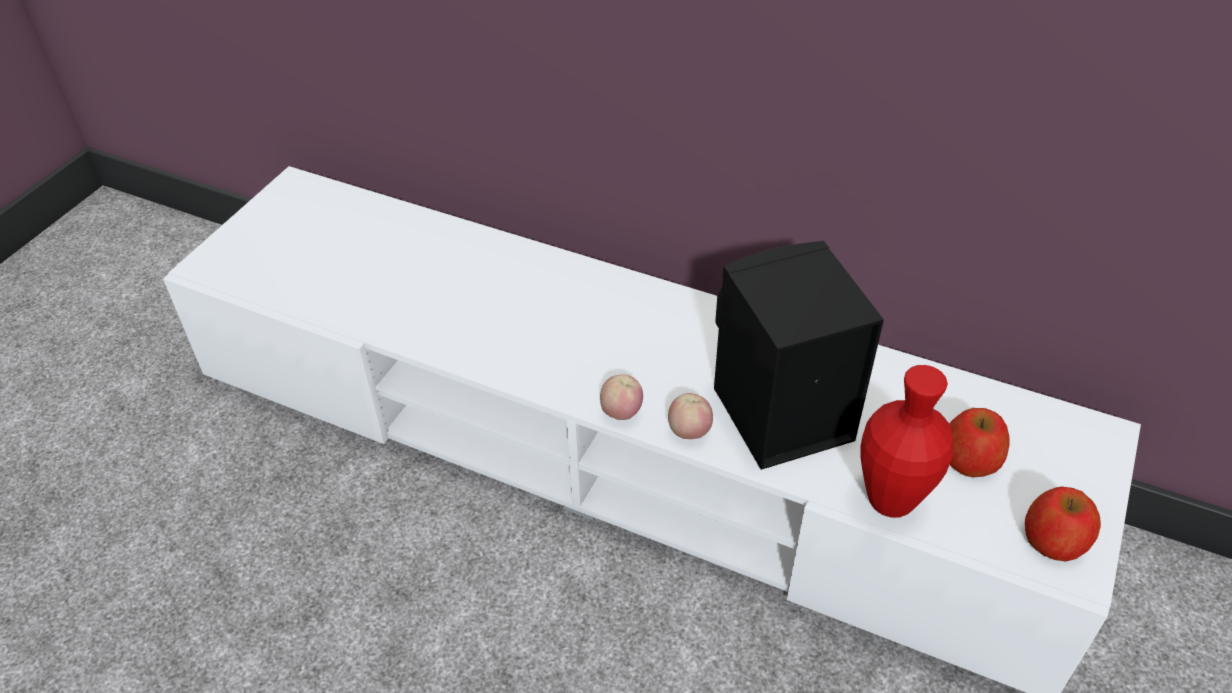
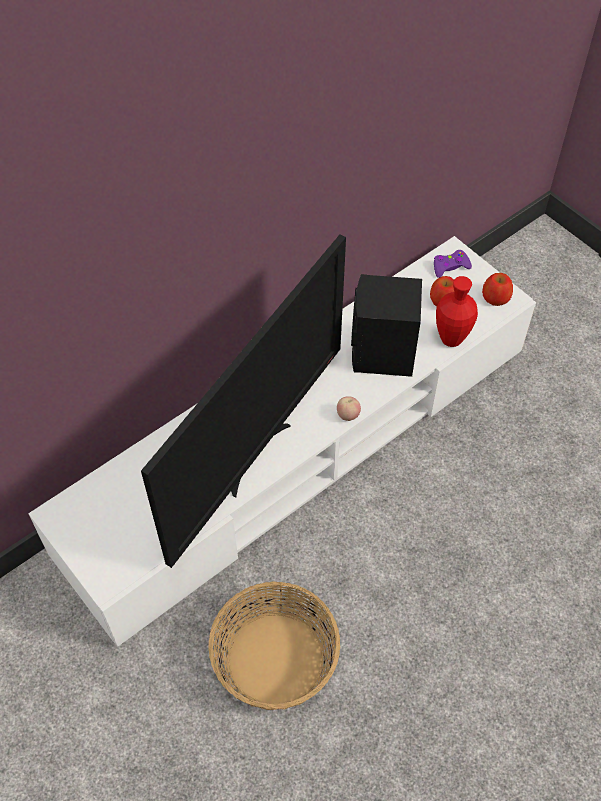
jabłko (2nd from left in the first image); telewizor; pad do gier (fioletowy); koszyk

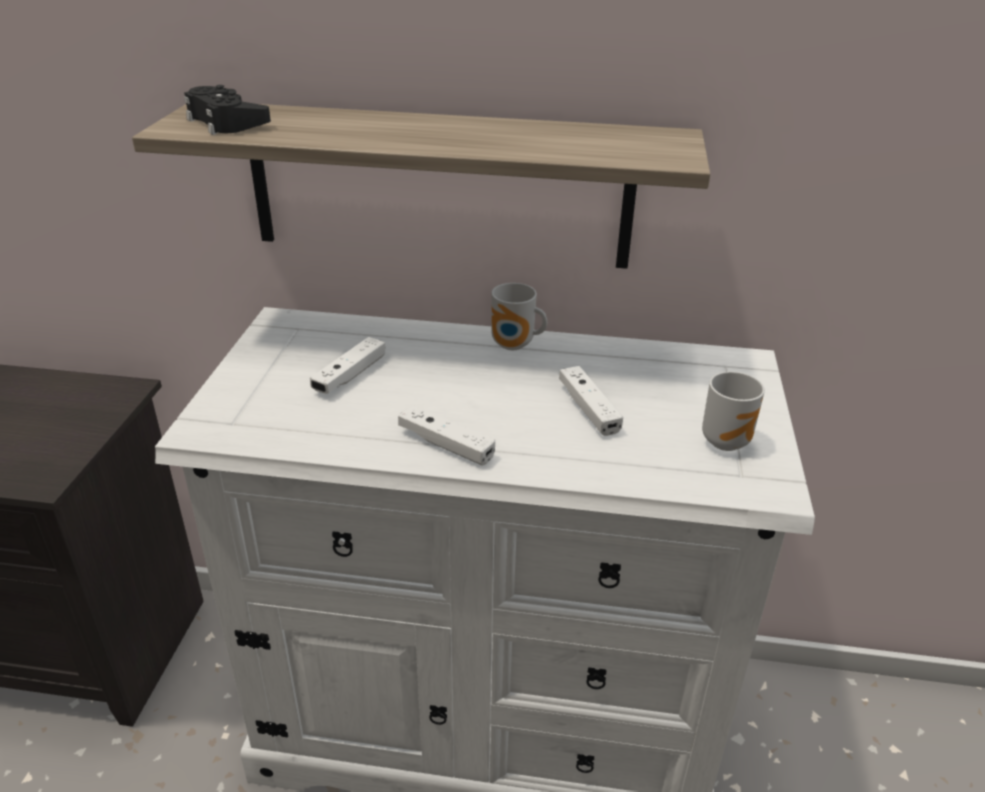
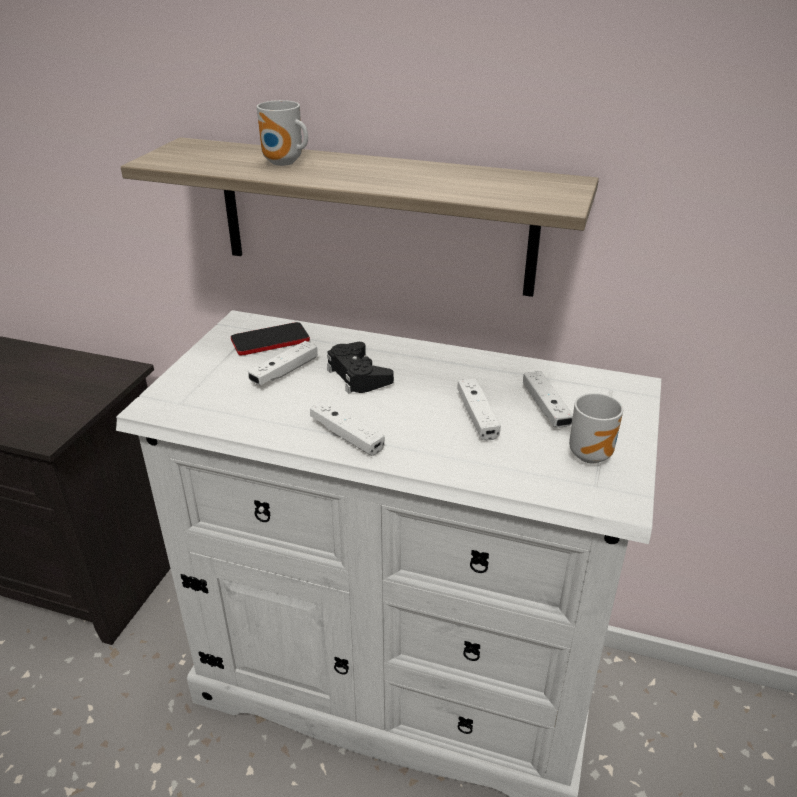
pad do gier (czarny); kubek (1st from left); telefon; pad do gier (biały) (4th from left)

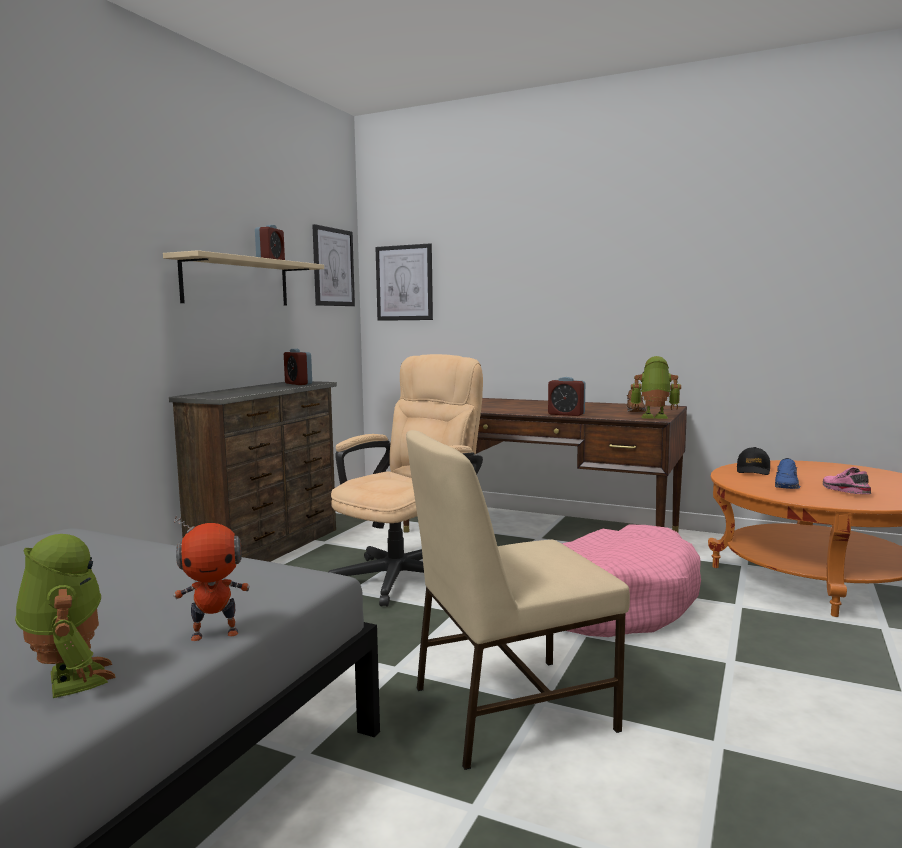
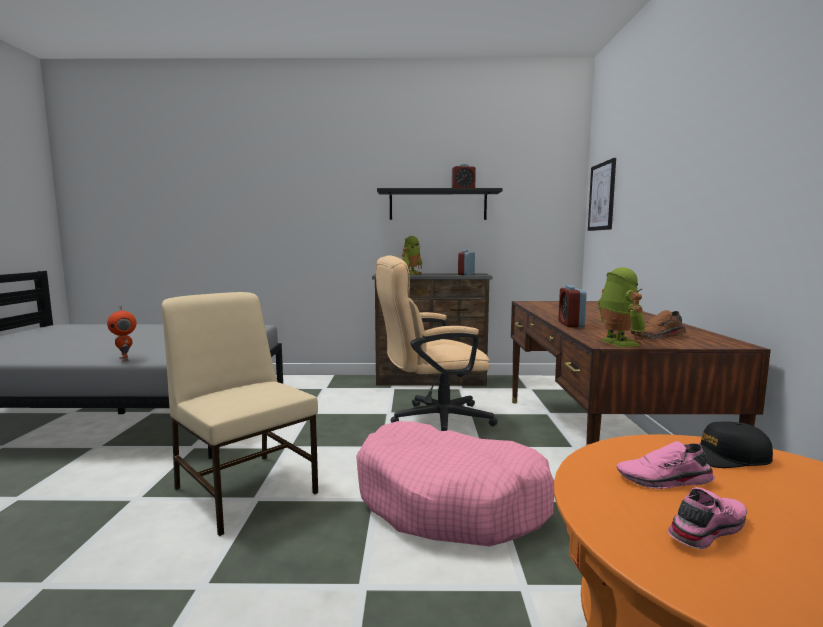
obraz (1st from left in the first image); półka (czarny); krzesło biurowe (beżowy); but (różowy) (1st from left); robot zabawkowy (2nd from left)

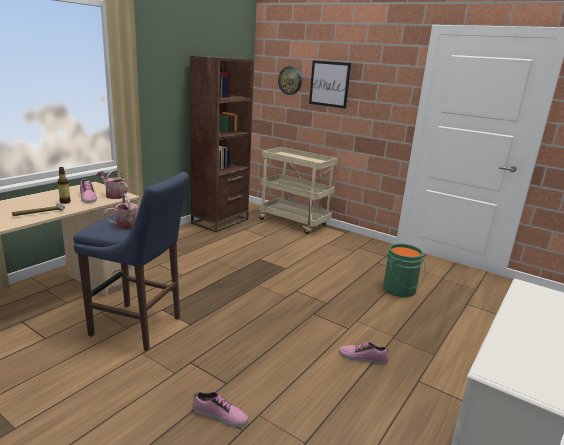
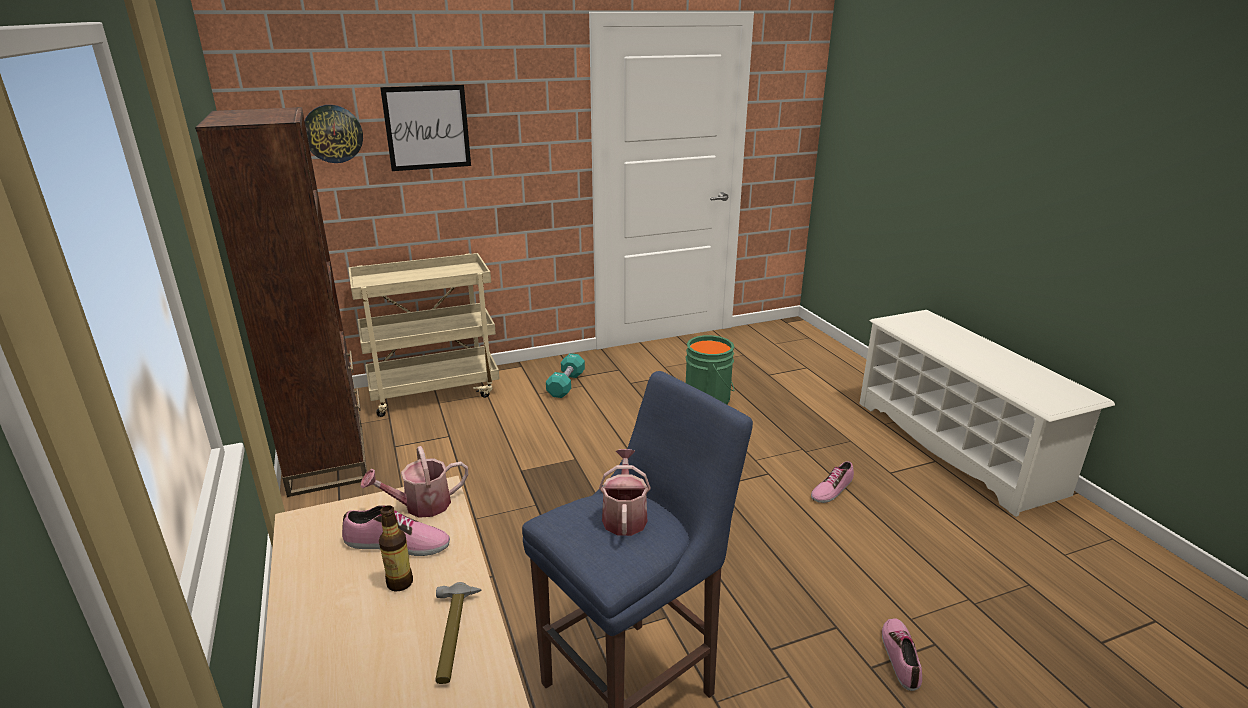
but (3rd from left); hantel (turkusowy)

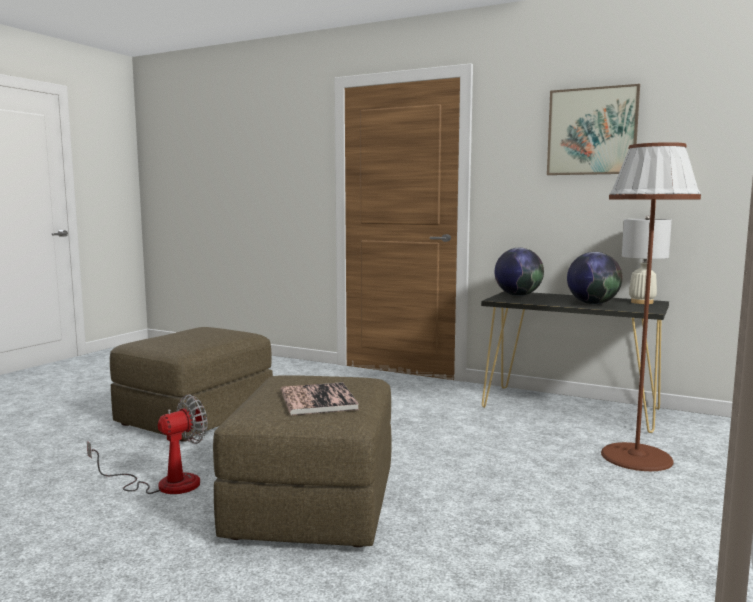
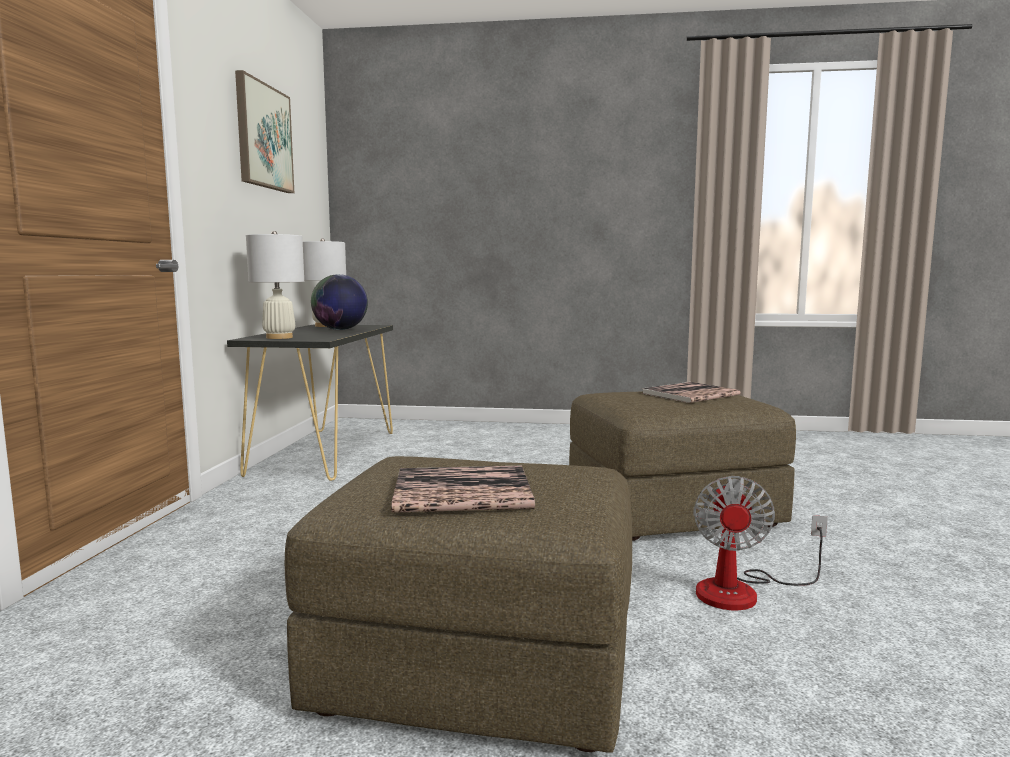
lampa stojąca (brązowy); lampa stołowa (biały) (1st from left); wentylator; książka (1st from left)

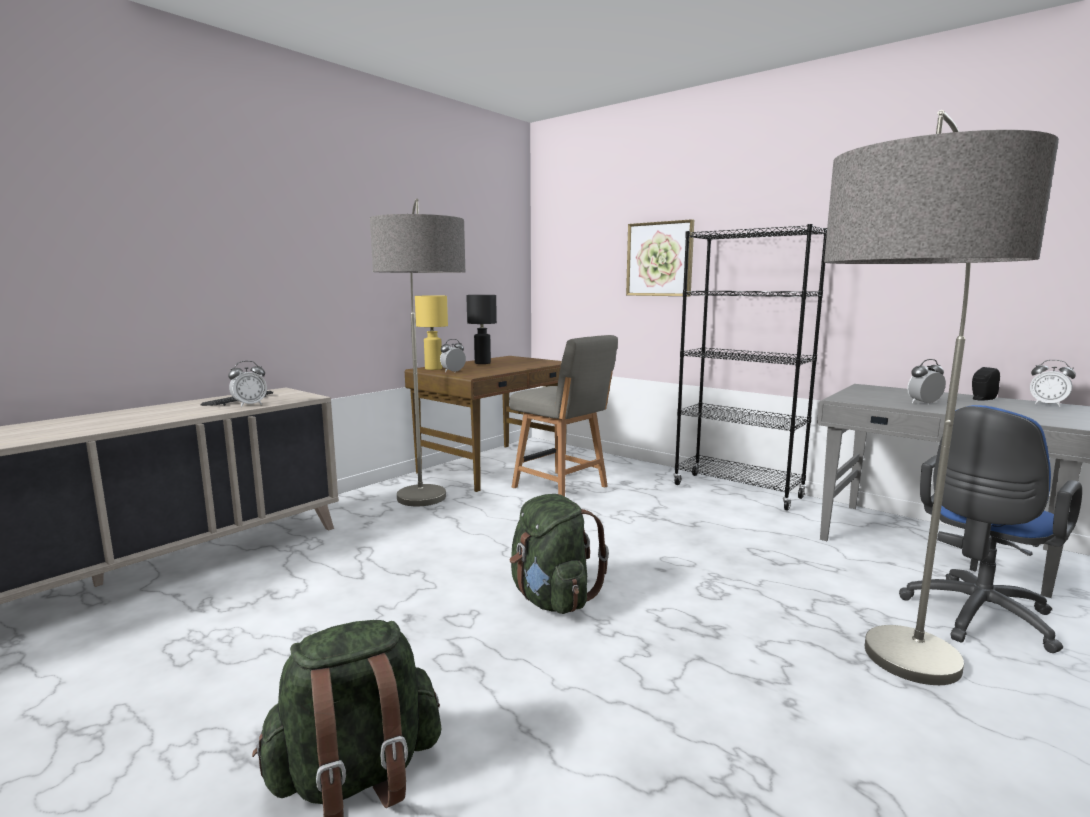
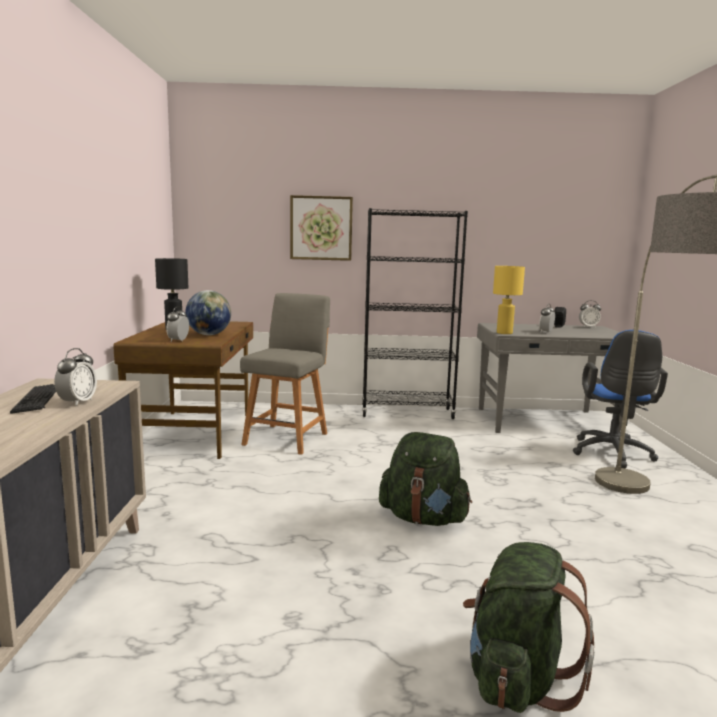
lampa stojąca (1st from left in the first image); lampa stołowa (żółty); krzesło (szary); globus

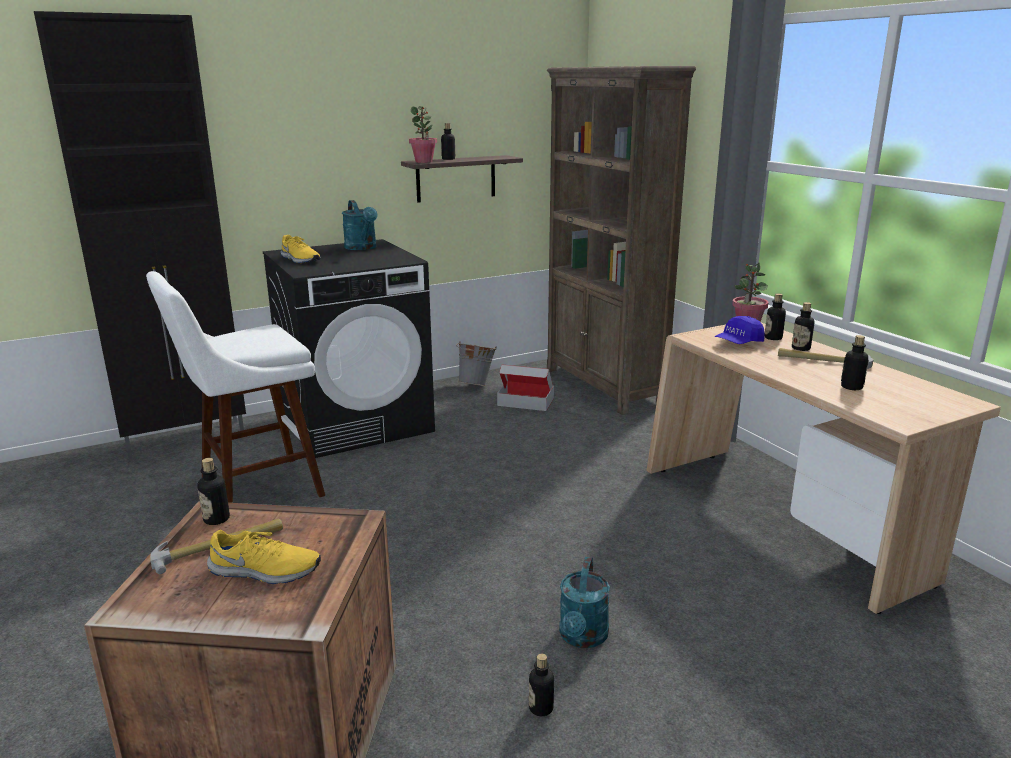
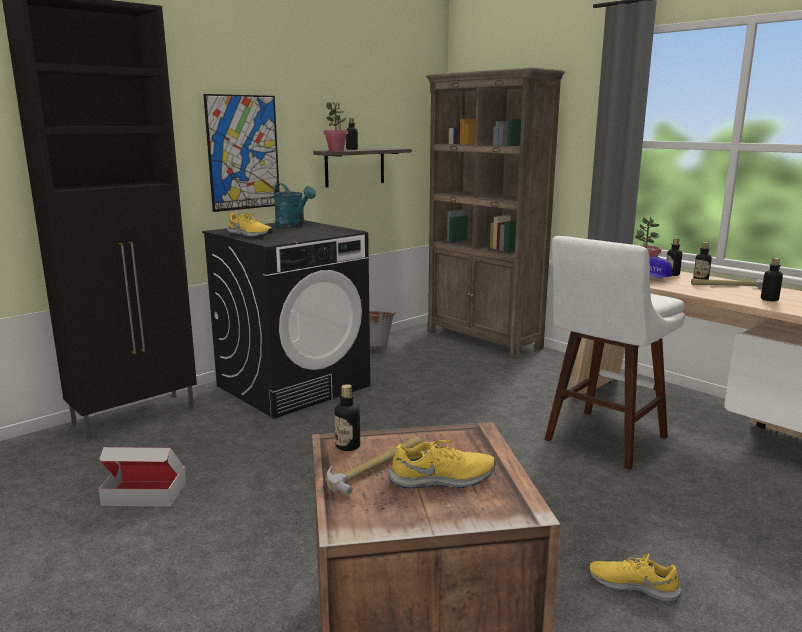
stołek (biały); karton; konewka (turkusowy) (2nd from left in the first image); but (żółty) (3rd from left); obraz

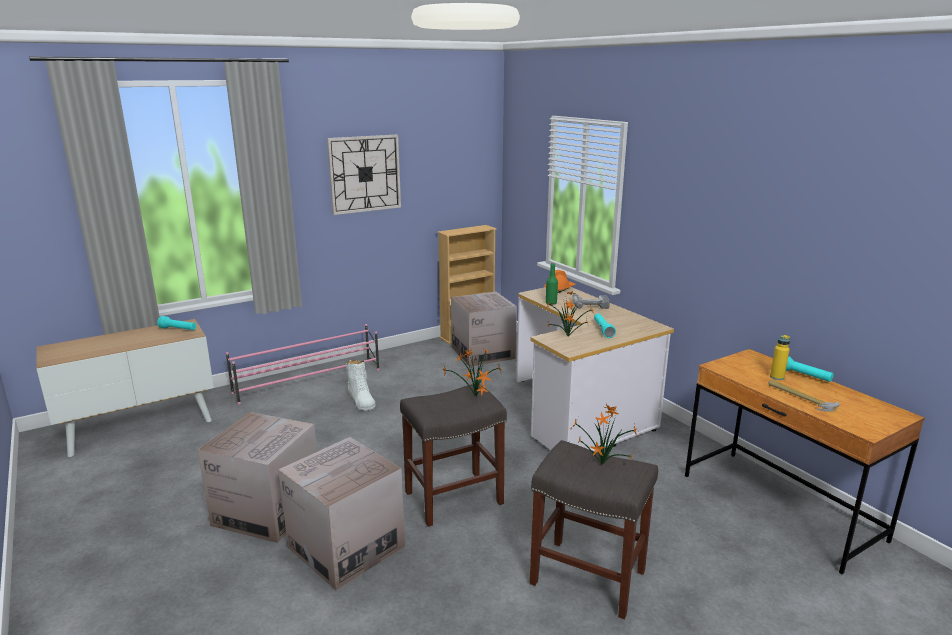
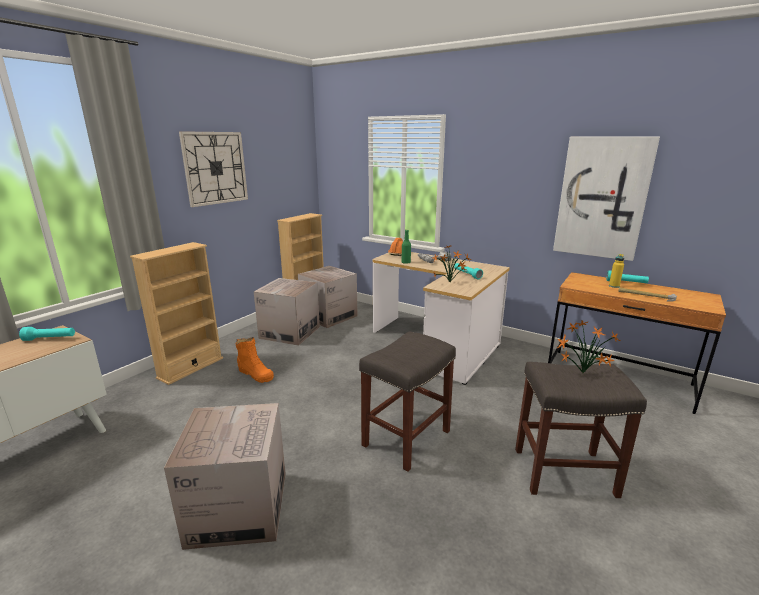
regał (beżowy) (1st from left); roślina doniczkowa (1st from left in the first image); but z cholewką (pomarańczowy); karton (2nd from left); obraz

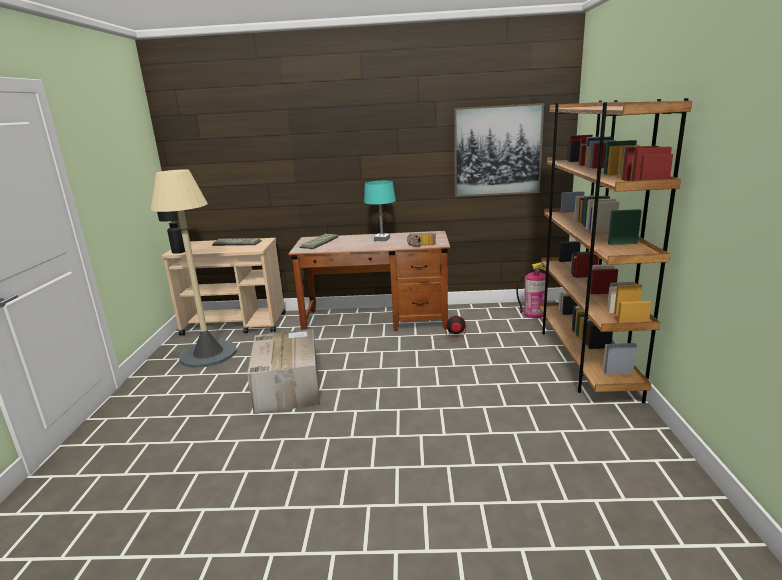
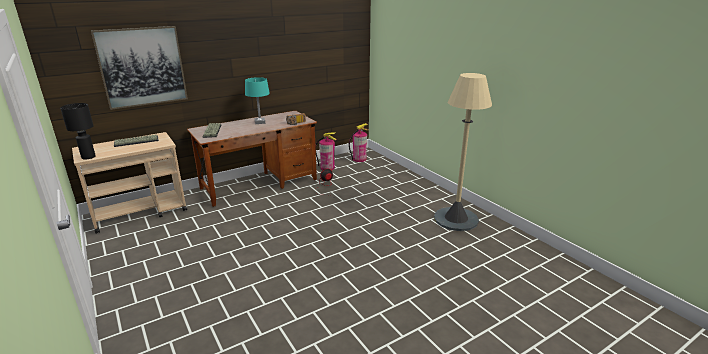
regał (brązowy); obraz; lampa stojąca (beżowy); karton; gaśnica (1st from left)

